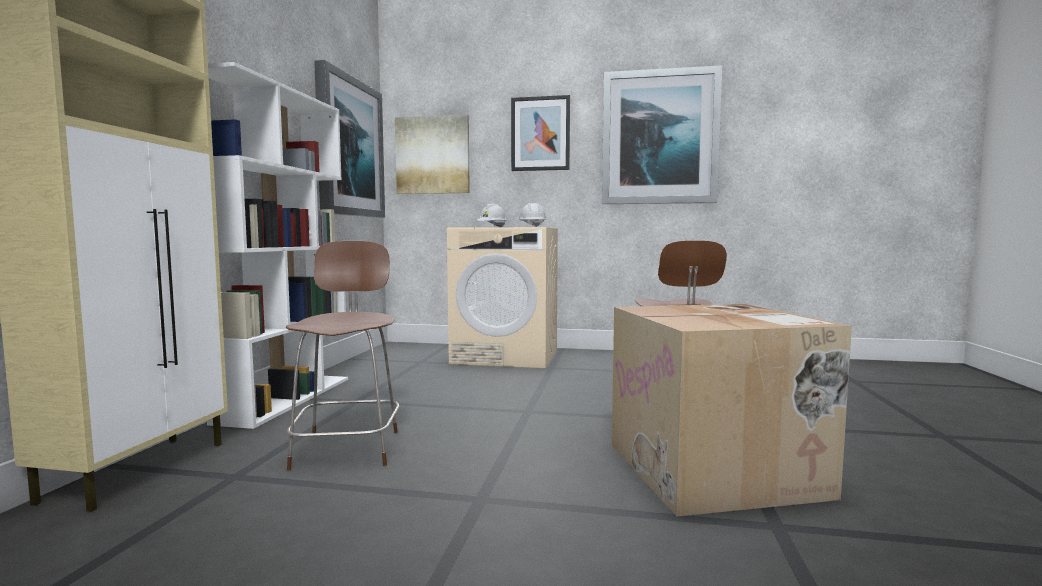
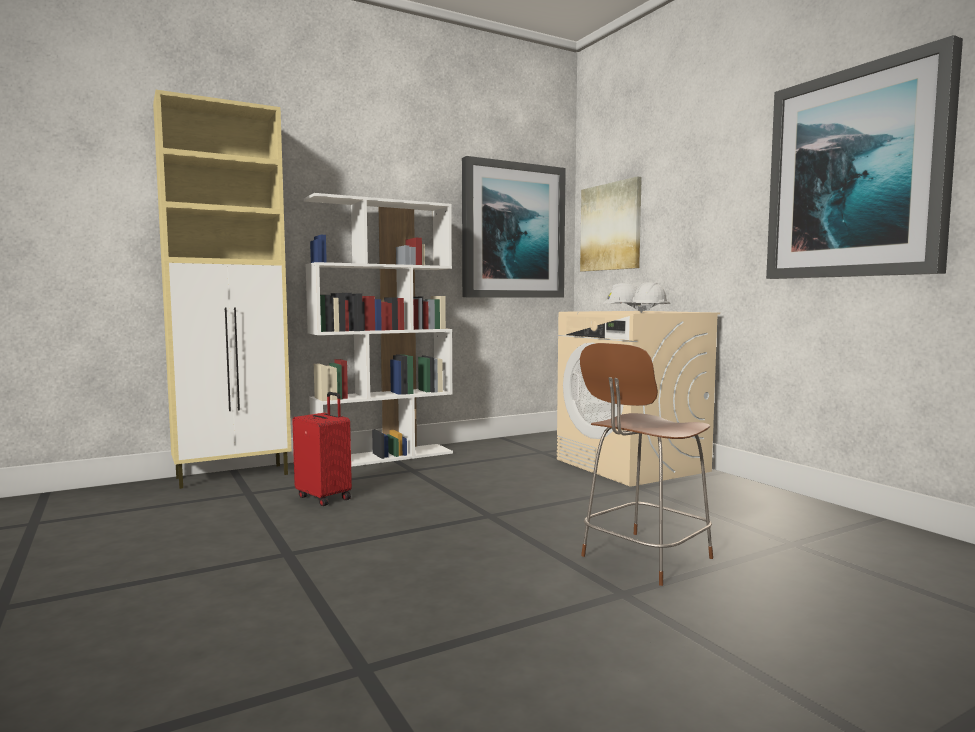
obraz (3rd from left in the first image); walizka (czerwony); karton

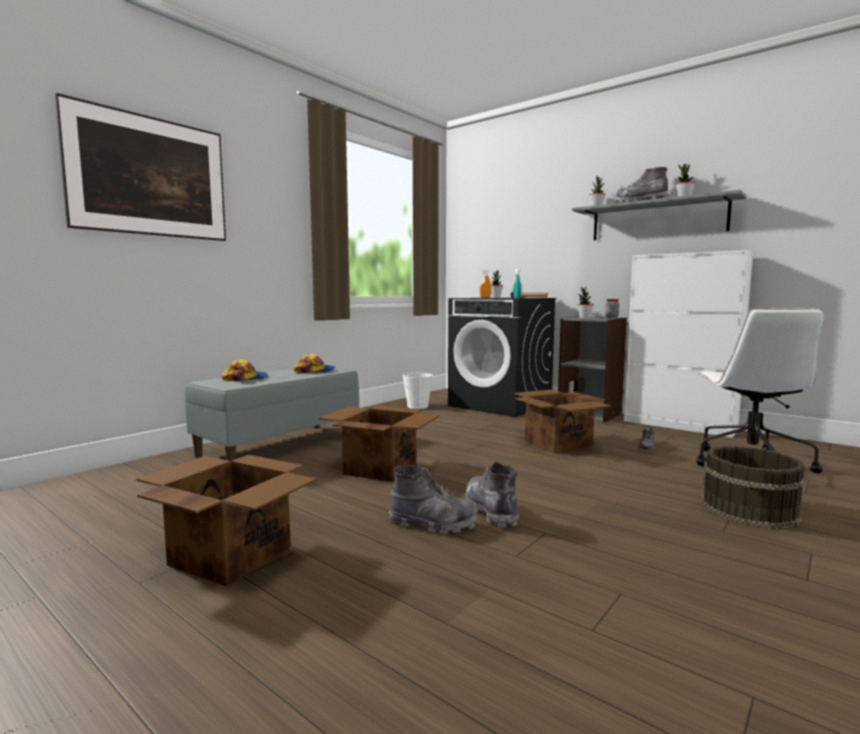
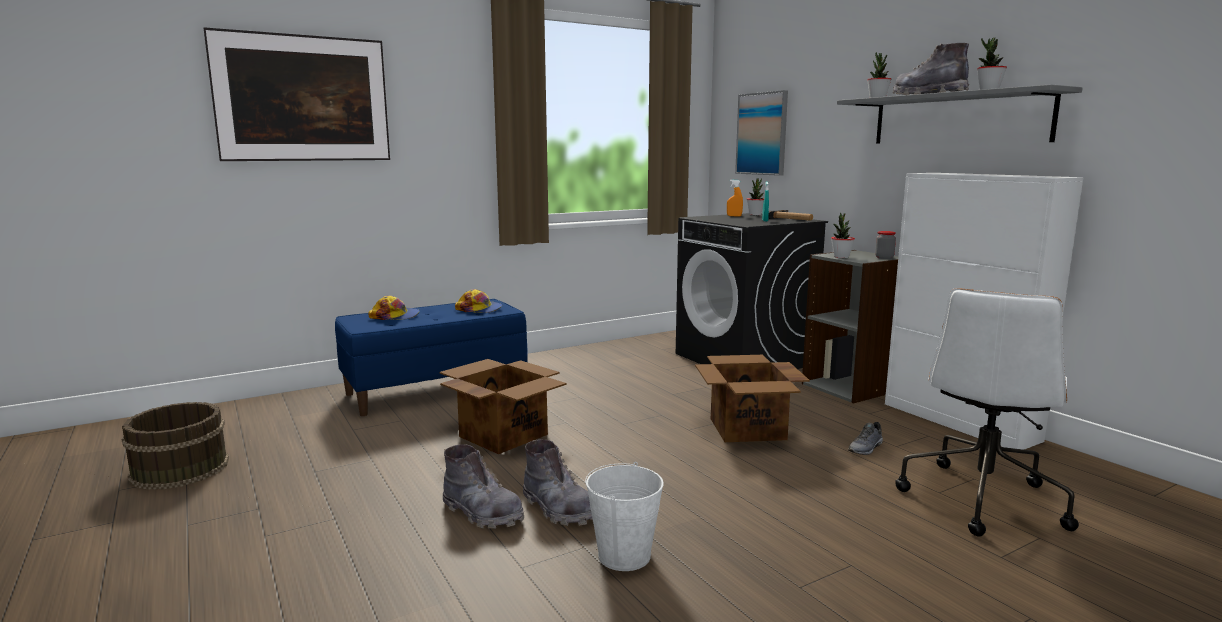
ławka (niebieski); wiadro (biały); wiadro (brązowy); karton (1st from left in the first image); but z cholewką (szary) (2nd from left); obraz (2nd from left)

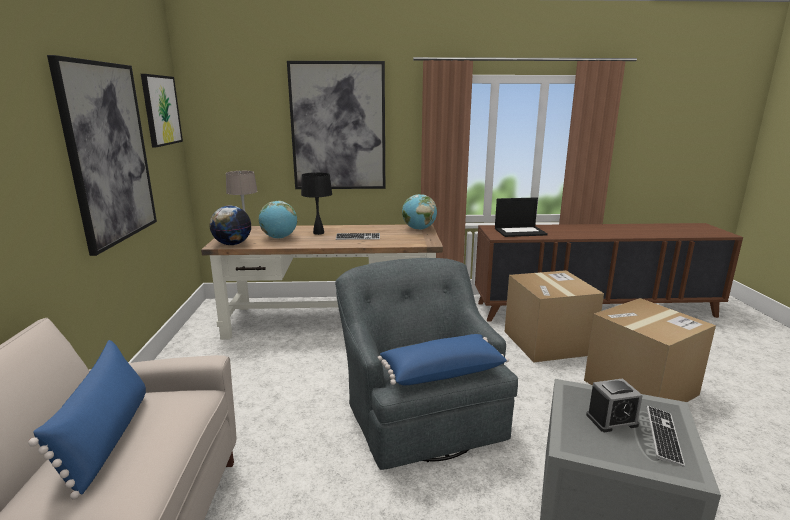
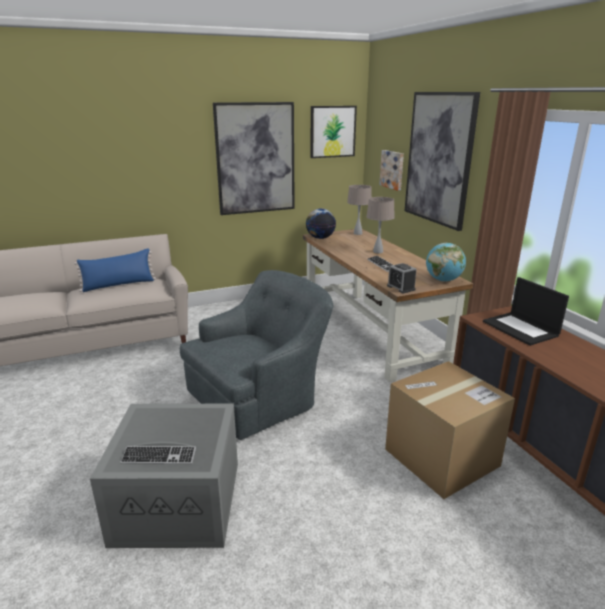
lampa stołowa (beżowy) (2nd from left); globus (2nd from left in the first image); karton (2nd from left in the first image); poduszka (niebieski) (2nd from left in the first image); budzik; obraz (3rd from left)

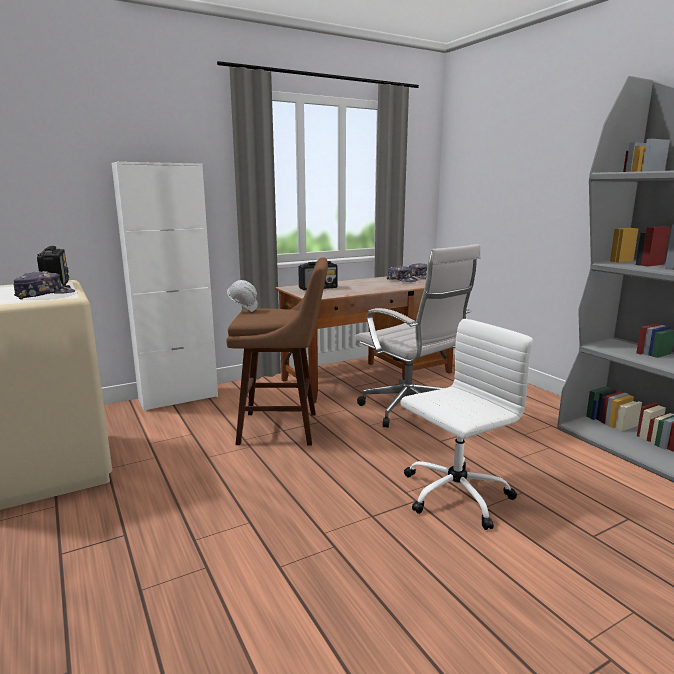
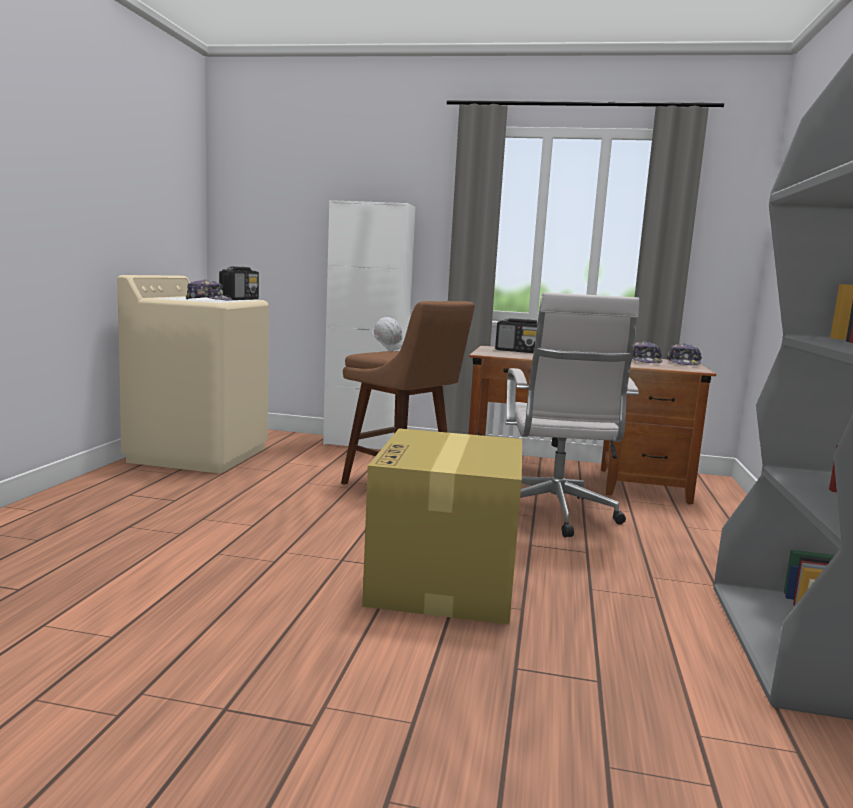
karton

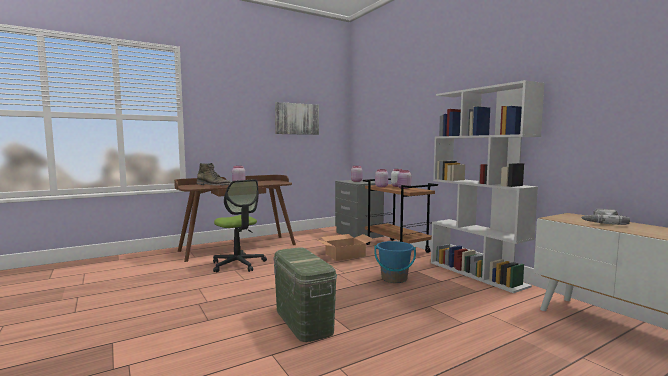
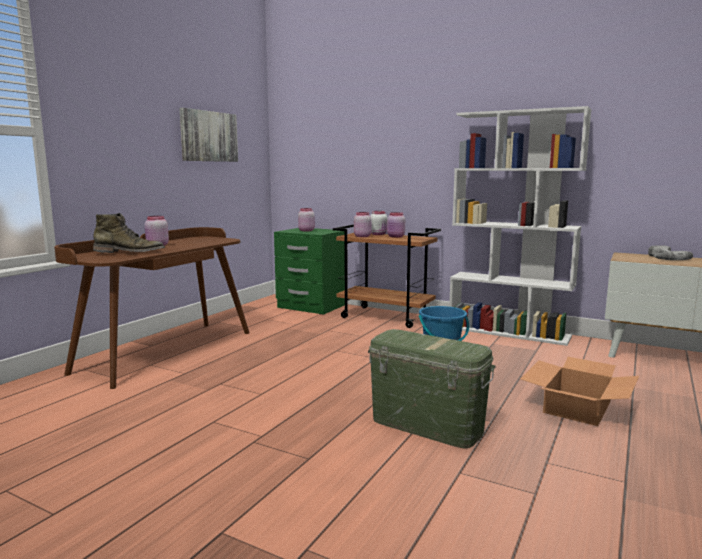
krzesło biurowe; szafka nocna (zielony); karton

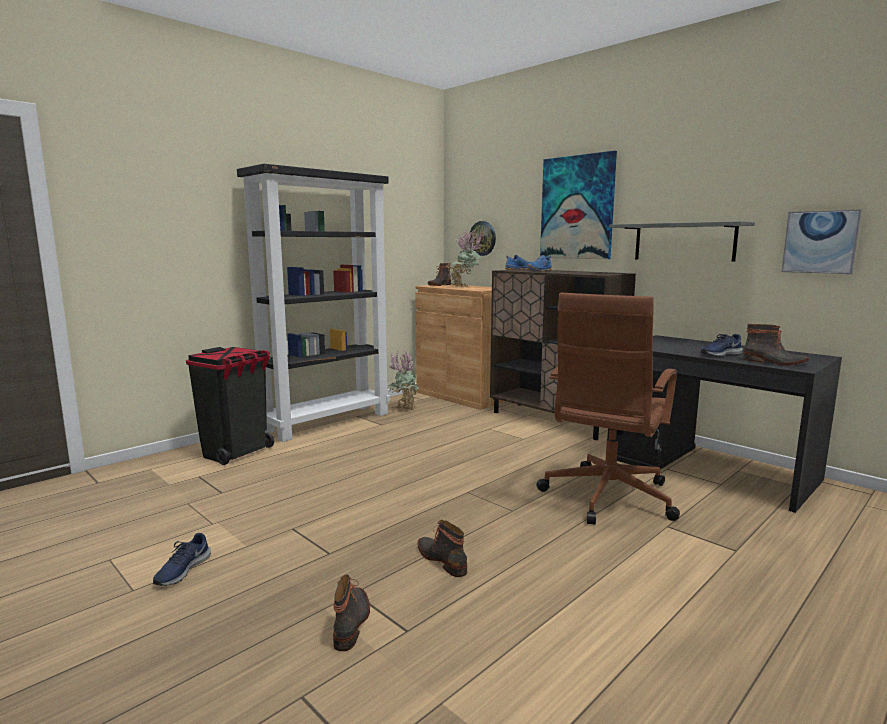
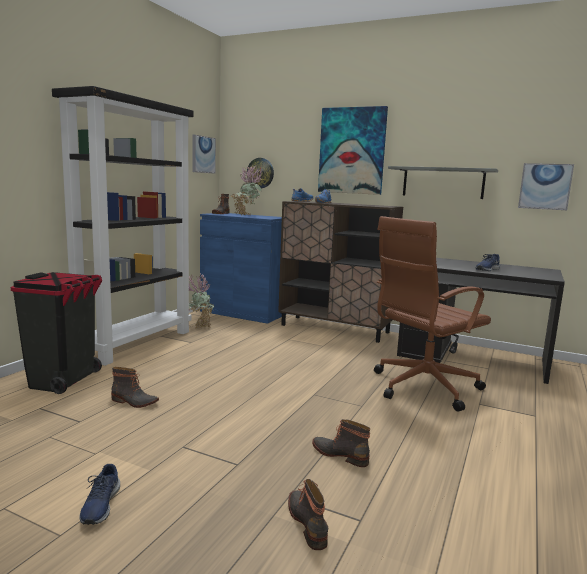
szafka (niebieski); krzesło biurowe (brązowy); but z cholewką (1st from left); obraz (1st from left)

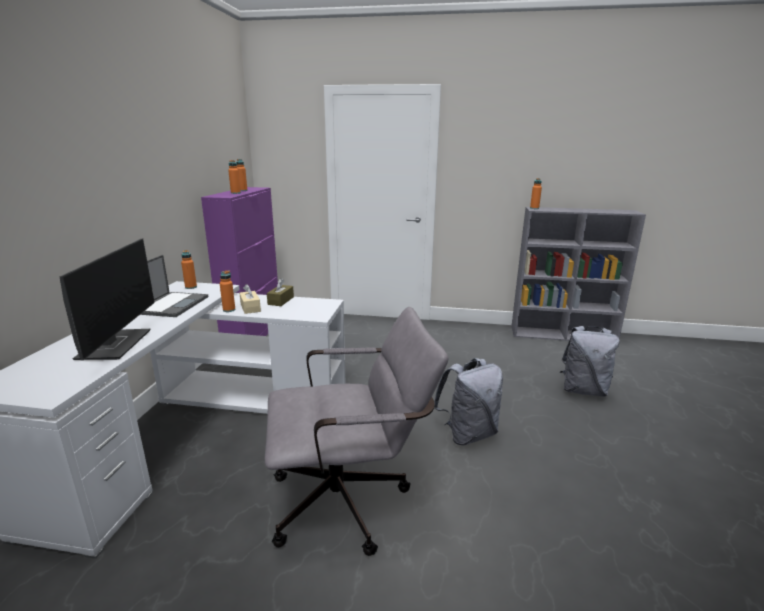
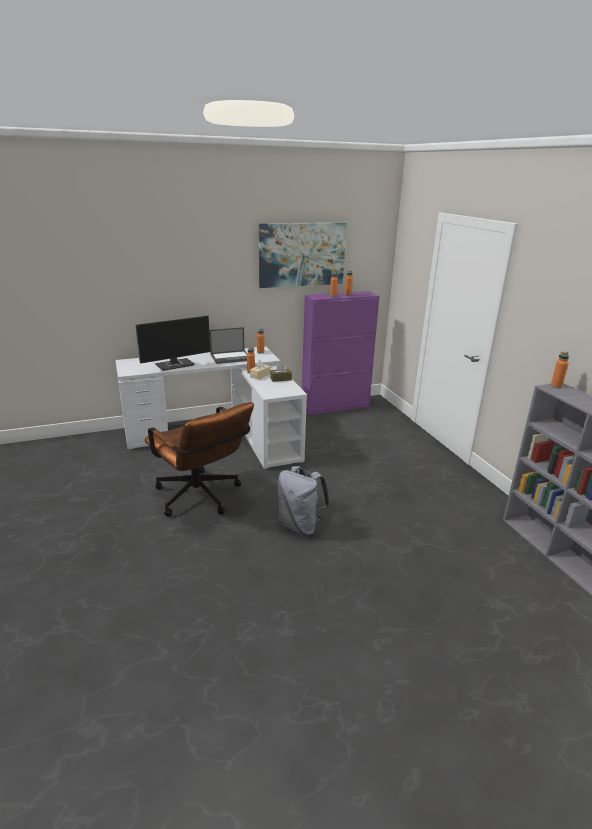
krzesło biurowe (brązowy); plecak (szary) (2nd from left in the first image); obraz

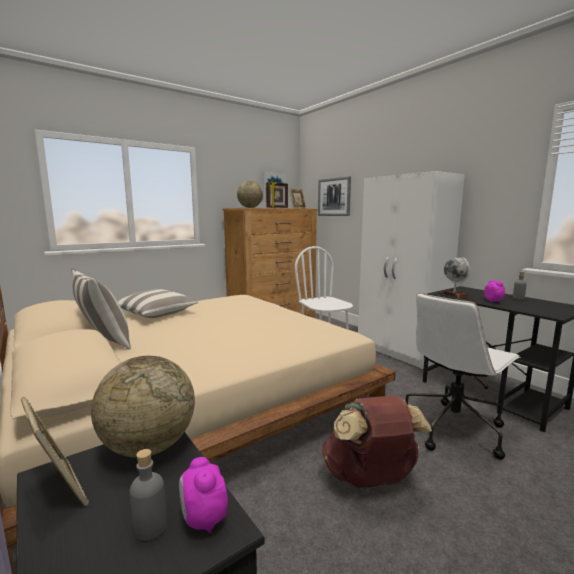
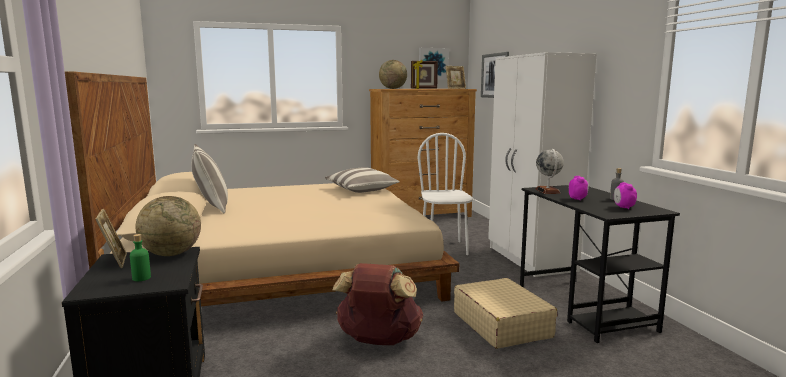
poduszka (2nd from left); walizka (beżowy); butelka (zielony); budzik (2nd from left)

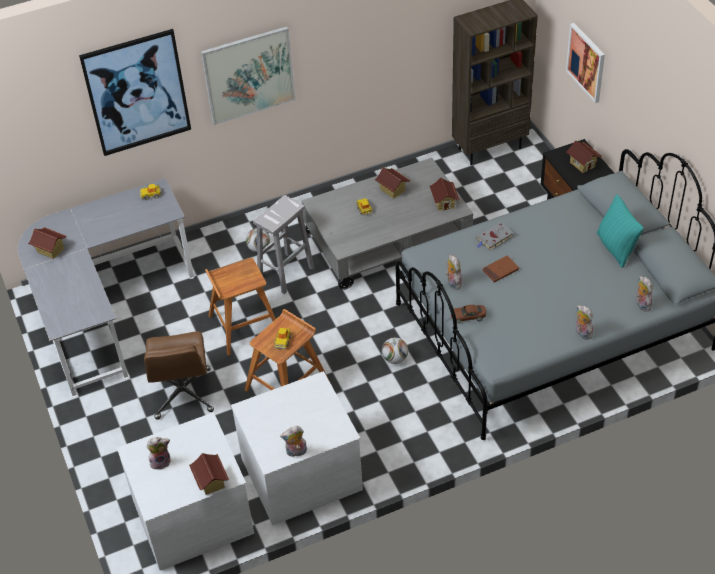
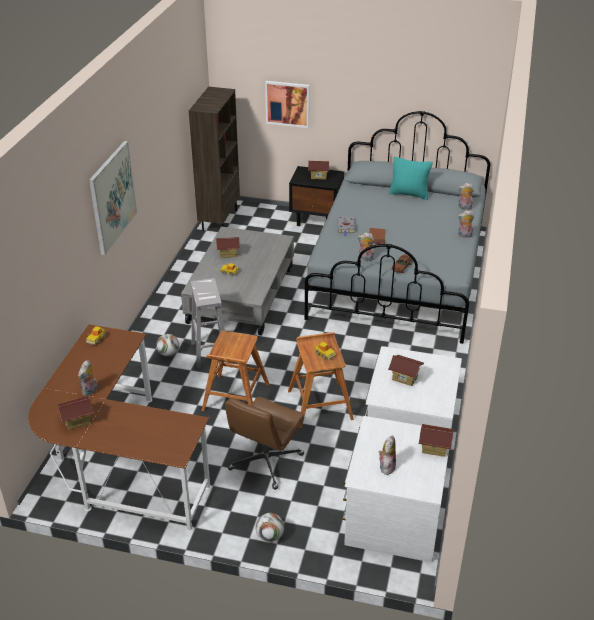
obraz (1st from left in the first image); biurko (brązowy); domek (4th from left); krzesło biurowe (brązowy); piłka futbolowa (2nd from left); pluszak (1st from left)

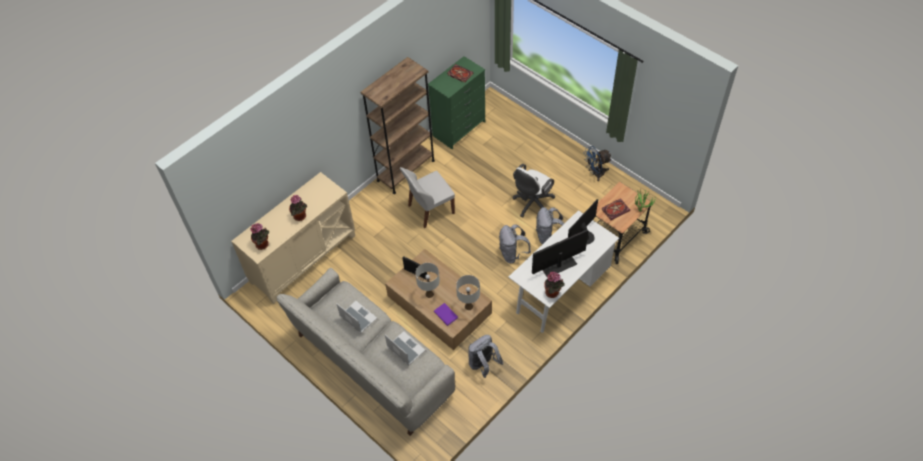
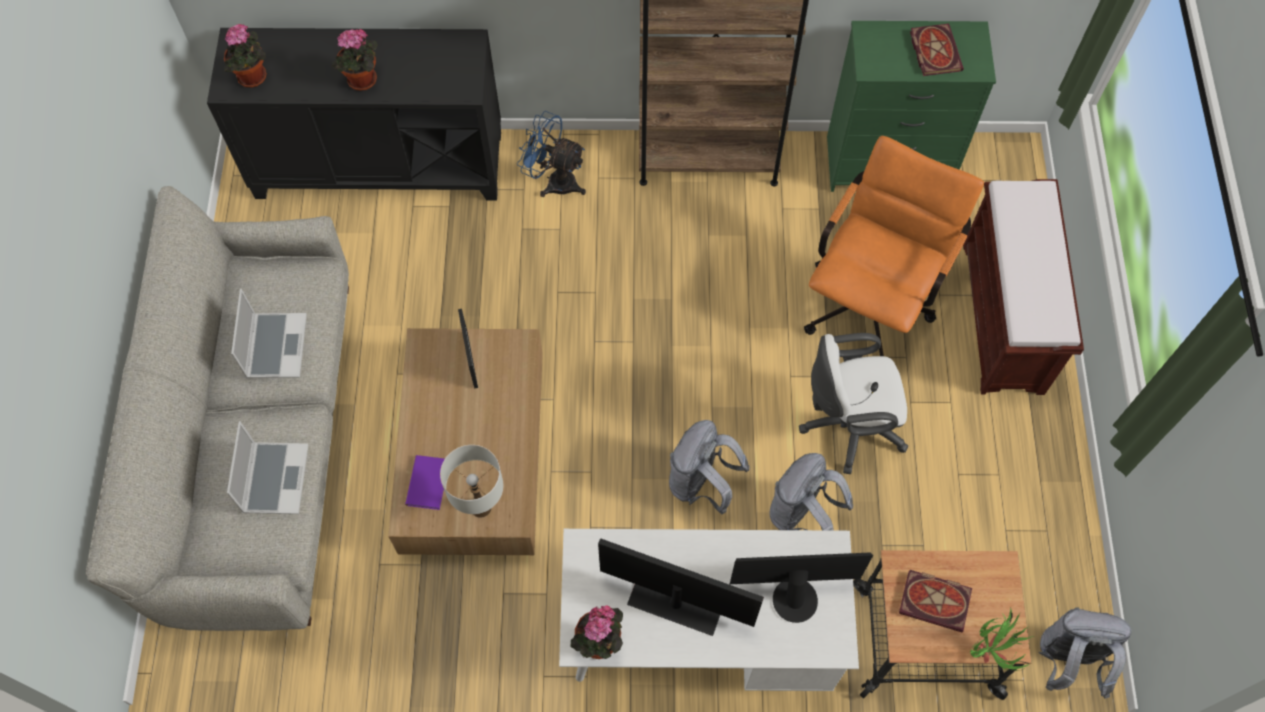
wentylator (niebieski); krzesło (biały); szafka (czarny); lampa stołowa (biały) (1st from left in the first image); plecak (szary) (3rd from left); krzesło biurowe (pomarańczowy); ławka (brązowy)

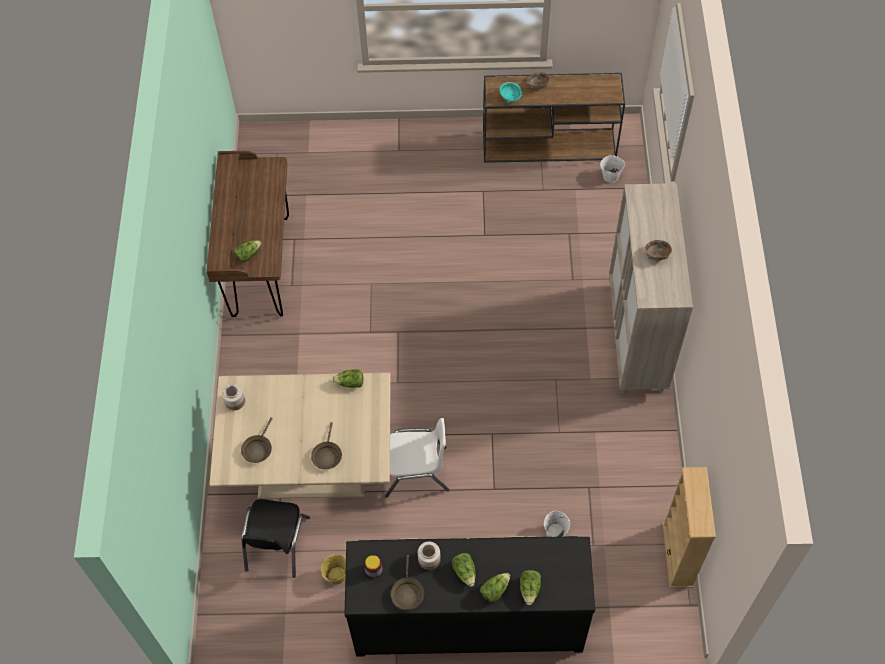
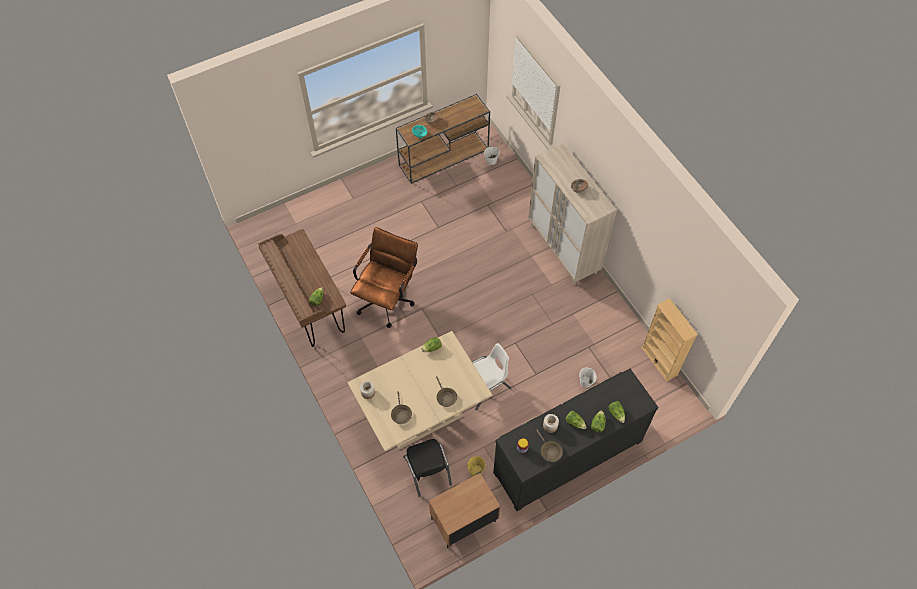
krzesło biurowe (brązowy); szafka nocna (brązowy)

